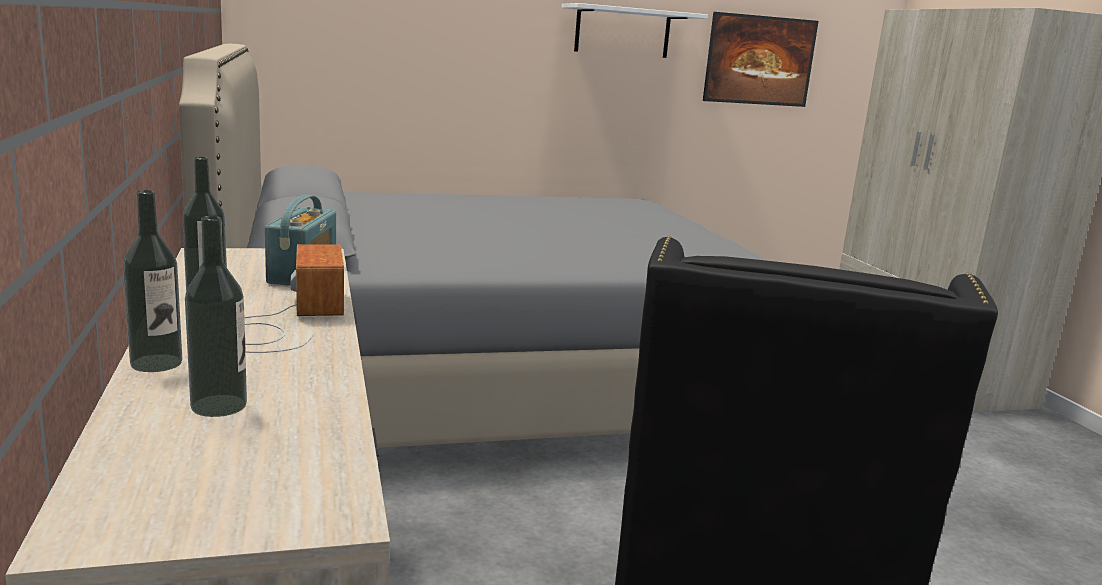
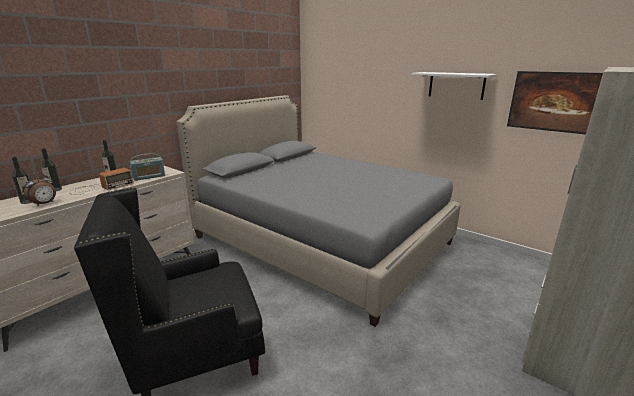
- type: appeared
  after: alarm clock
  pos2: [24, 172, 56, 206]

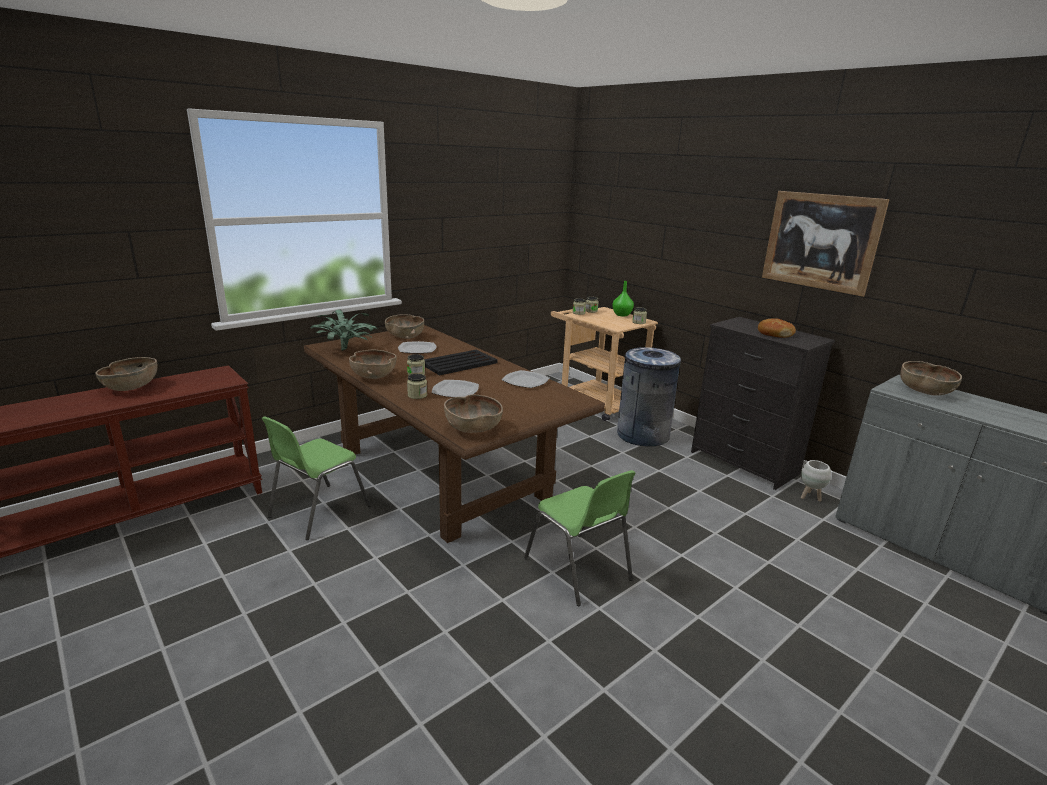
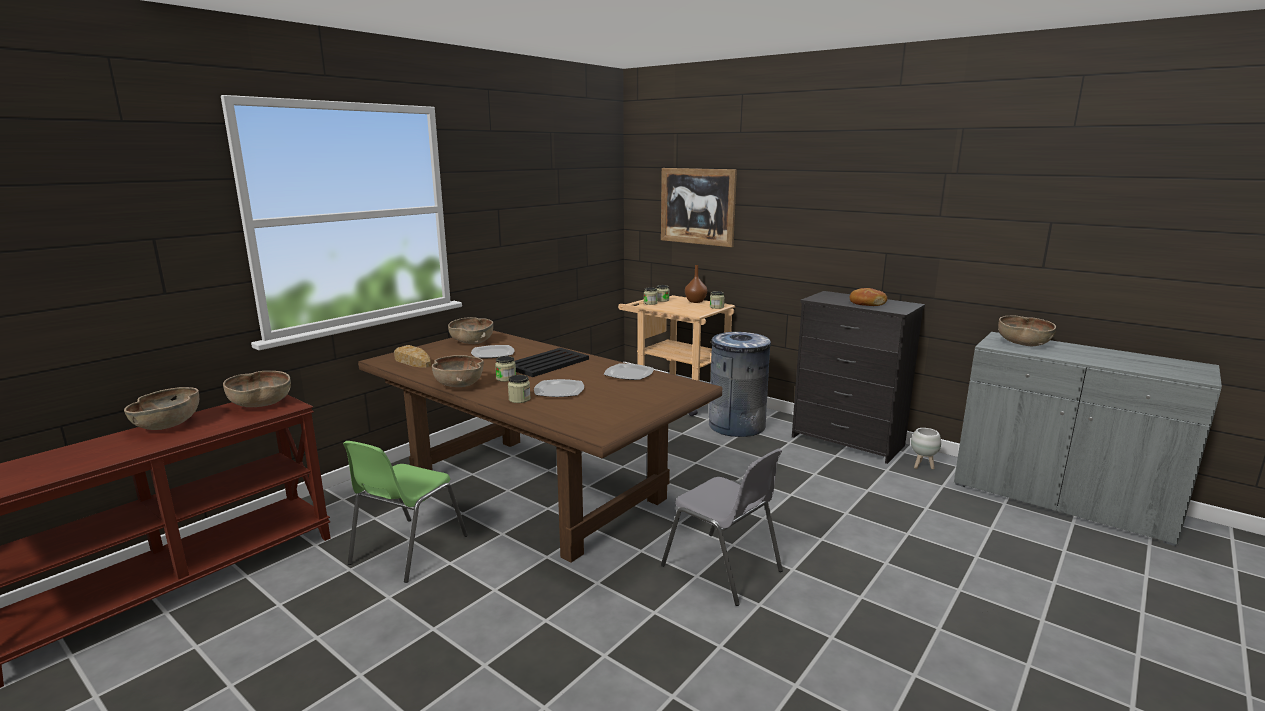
- type: relocated
  before: brown bowl
  pos1: [444, 395, 503, 433]
  pos2: [223, 371, 291, 407]
- type: relocated
  before: picture
  pos1: [762, 191, 890, 297]
  pos2: [661, 168, 737, 247]
- type: exchanged
  before: potted plant
  after: bread
  pos1: [310, 309, 378, 351]
  pos2: [394, 345, 431, 368]
- type: colour
  before: green chair
  after: grey chair
  pos1: [524, 470, 635, 606]
  pos2: [661, 449, 783, 606]
- type: colour
  before: green vase
  after: brown vase
  pos1: [612, 281, 634, 317]
  pos2: [685, 265, 707, 303]

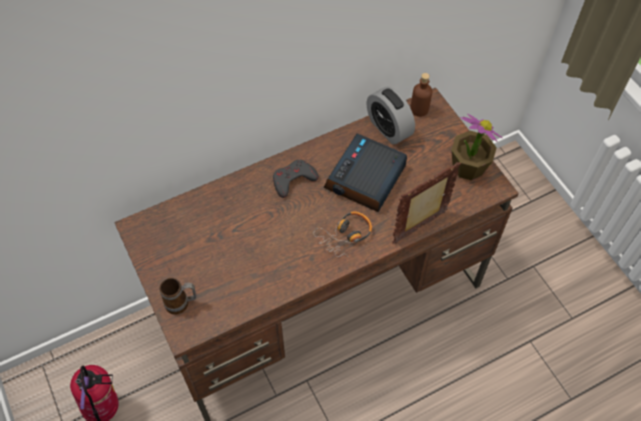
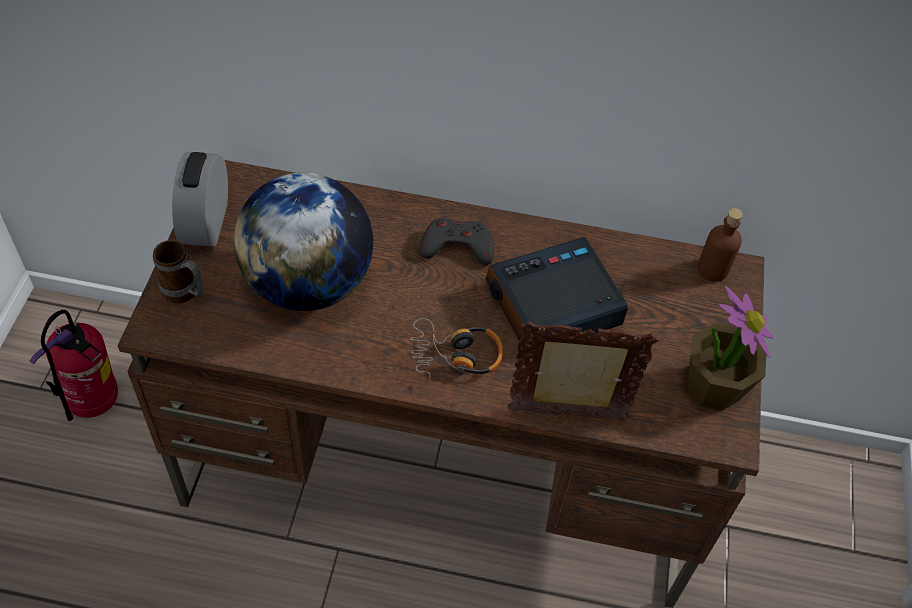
- type: appeared
  after: globe
  pos2: [234, 172, 373, 311]
- type: relocated
  before: alarm clock
  pos1: [367, 86, 415, 144]
  pos2: [172, 152, 228, 247]

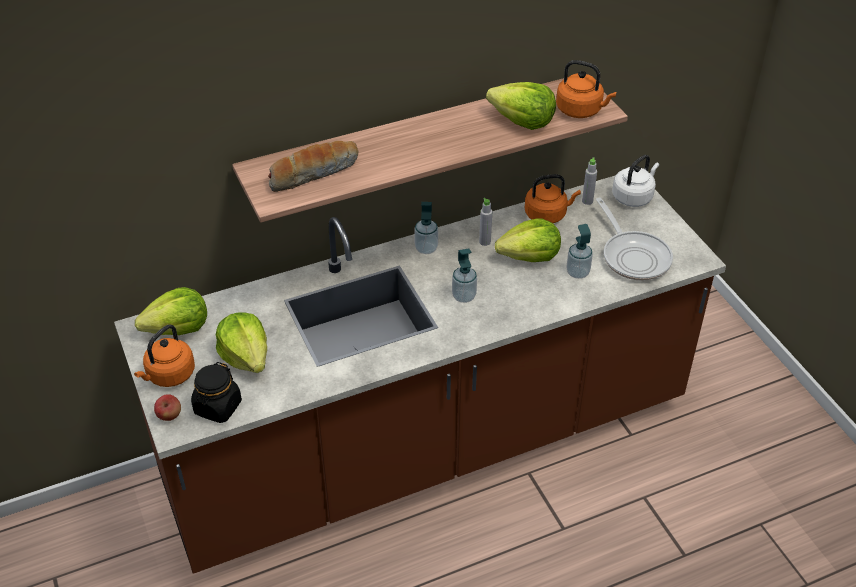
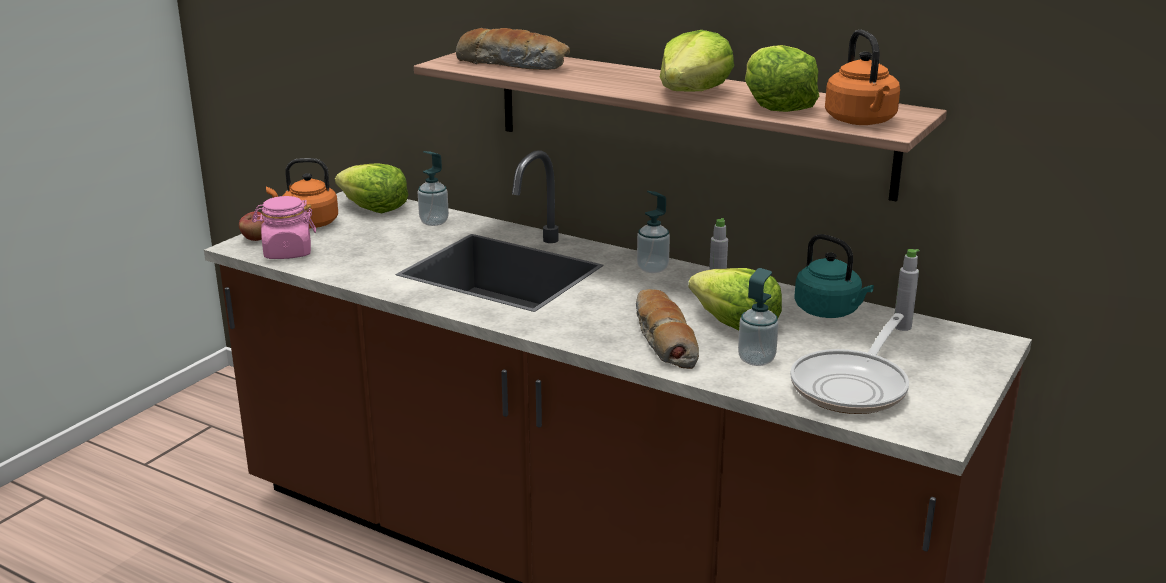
- type: missing
  before: white kettle
  pos1: [612, 155, 659, 207]
- type: appeared
  after: bread
  pos2: [636, 289, 699, 369]
- type: relocated
  before: lettuce
  pos1: [216, 312, 267, 373]
  pos2: [660, 30, 734, 92]
- type: relocated
  before: soap dispenser
  pos1: [452, 248, 477, 303]
  pos2: [418, 151, 449, 226]
- type: colour
  before: black jar
  after: pink jar
  pos1: [191, 362, 242, 423]
  pos2: [252, 196, 316, 259]
- type: colour
  before: orange kettle
  after: turquoise kettle
  pos1: [525, 174, 581, 223]
  pos2: [794, 234, 874, 318]

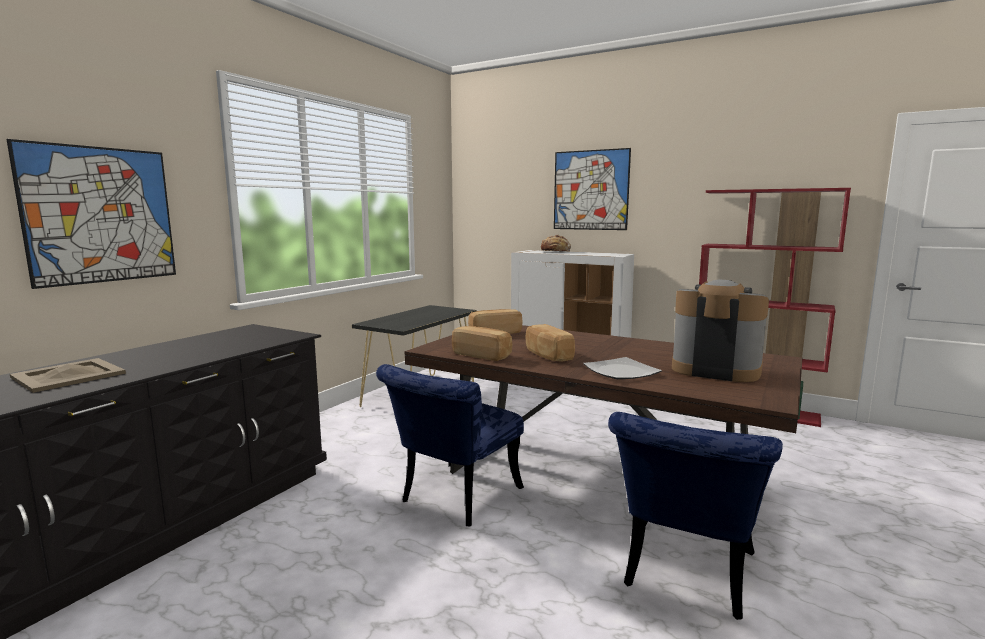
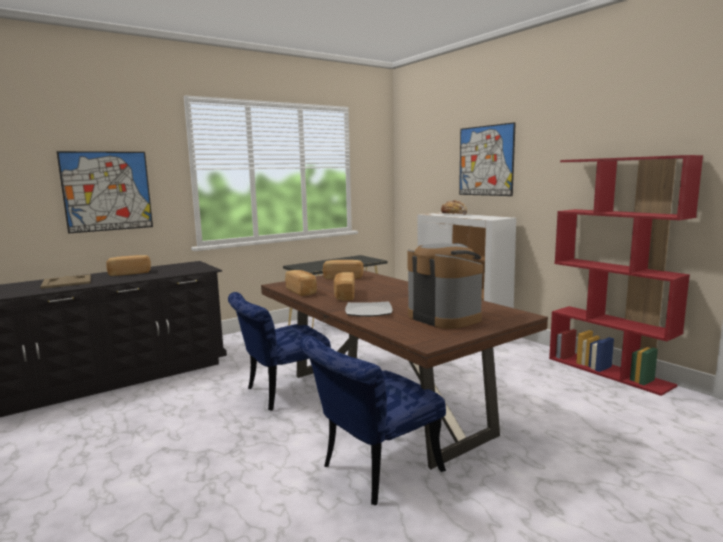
- type: appeared
  after: bread
  pos2: [107, 255, 151, 276]

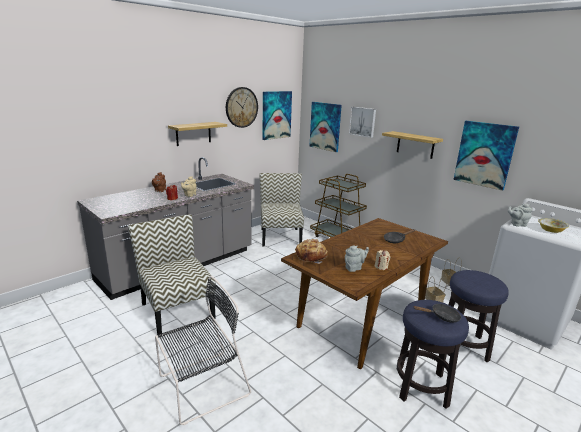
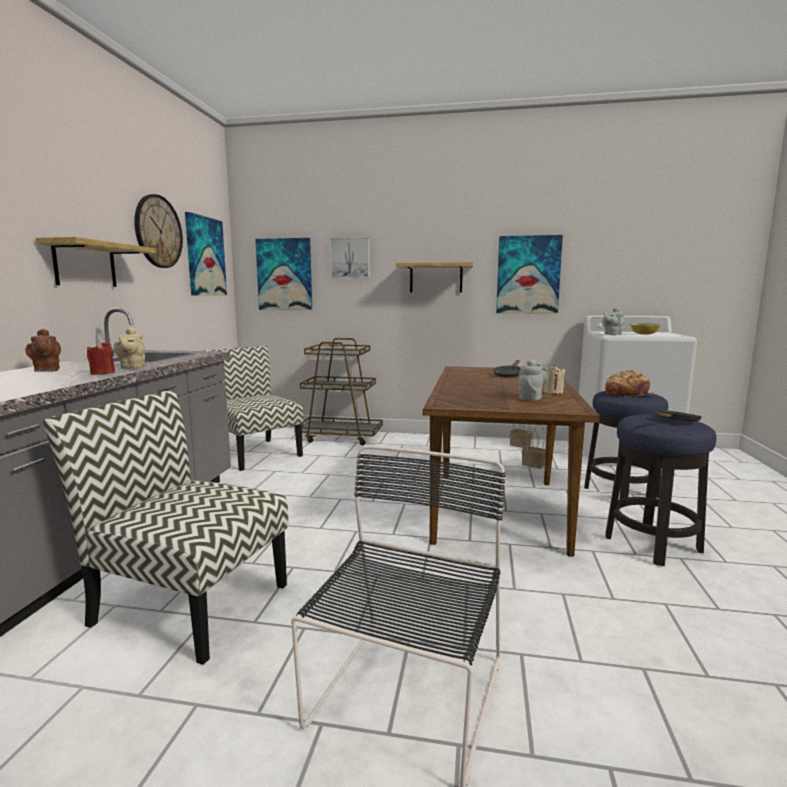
- type: relocated
  before: bread
  pos1: [295, 239, 328, 264]
  pos2: [605, 370, 655, 398]

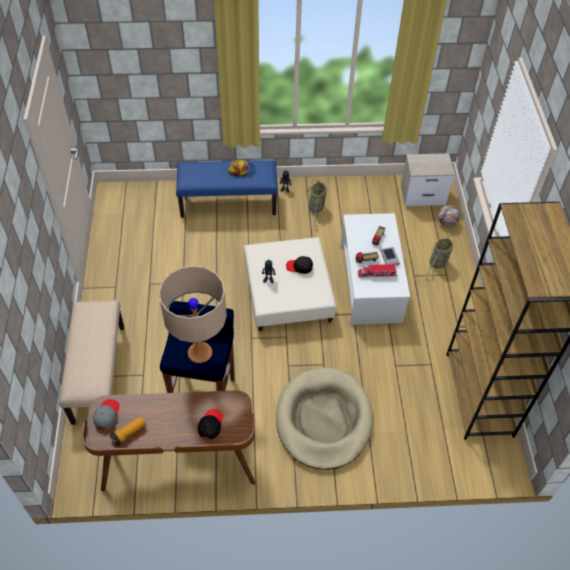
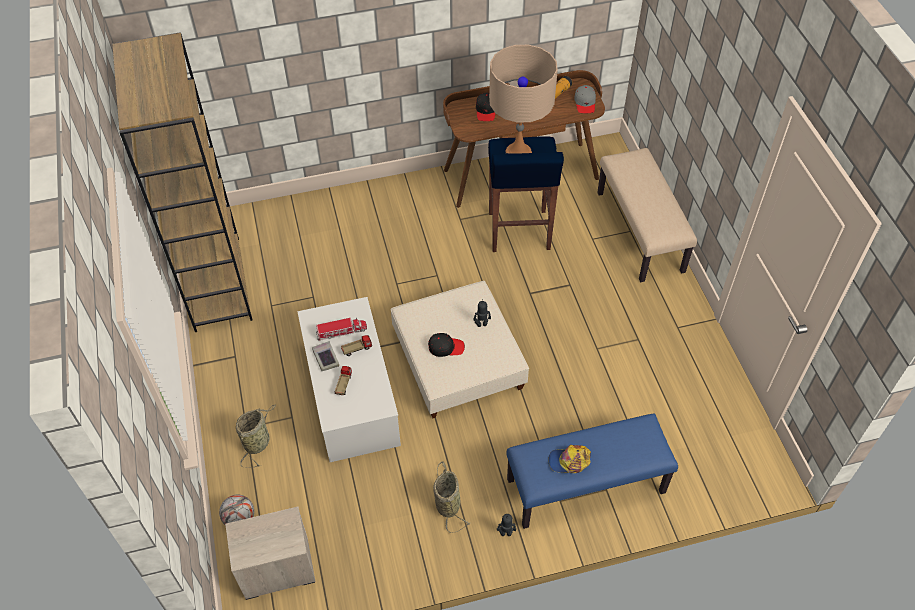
- type: missing
  before: beige dog bed
  pos1: [276, 368, 373, 470]

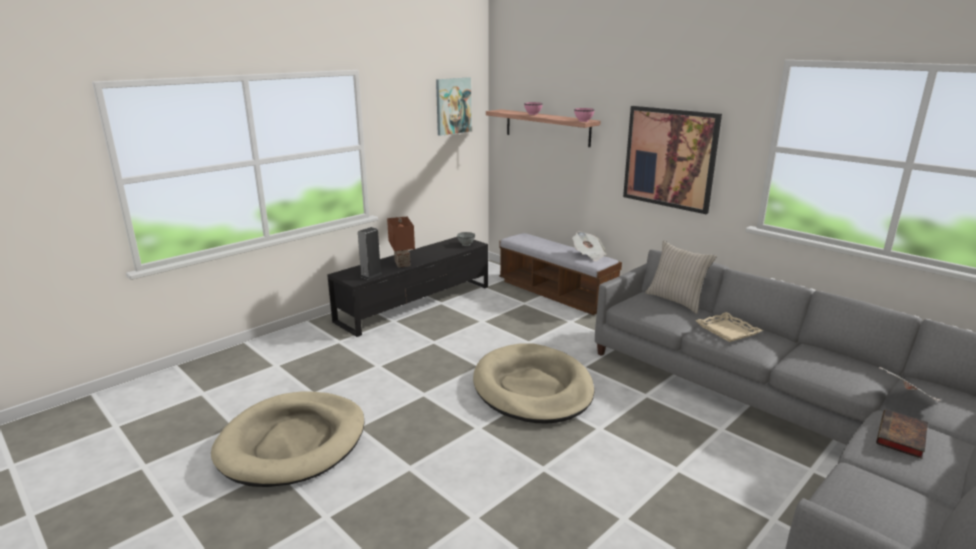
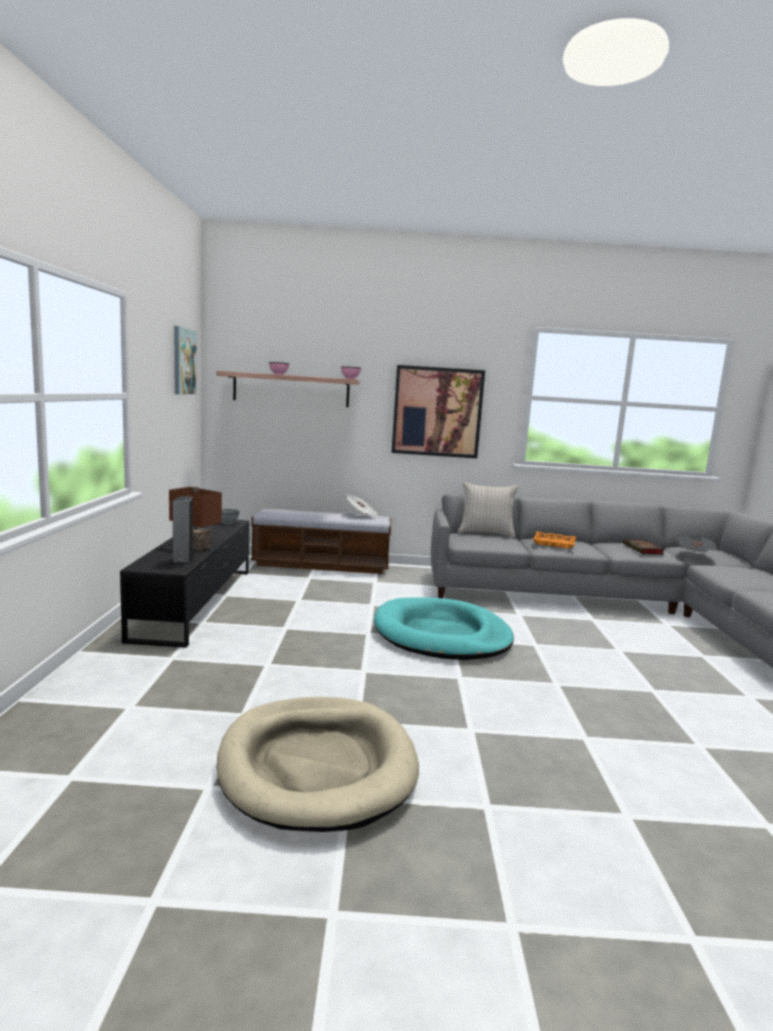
- type: relocated
  before: book
  pos1: [876, 409, 928, 459]
  pos2: [623, 539, 665, 555]
- type: colour
  before: beige dog bed
  after: turquoise dog bed
  pos1: [473, 343, 595, 424]
  pos2: [374, 598, 514, 660]
- type: colour
  before: beige tray
  after: orange tray
  pos1: [695, 312, 763, 342]
  pos2: [533, 531, 576, 549]

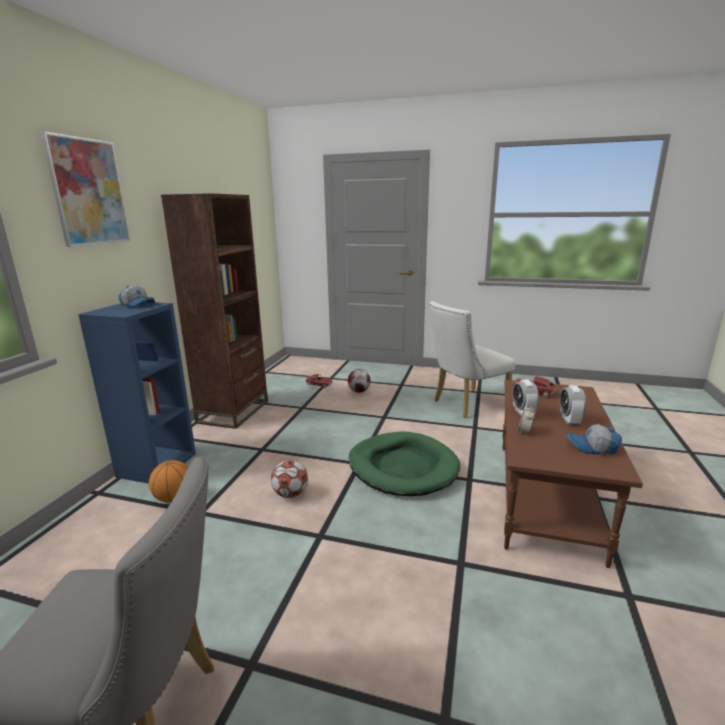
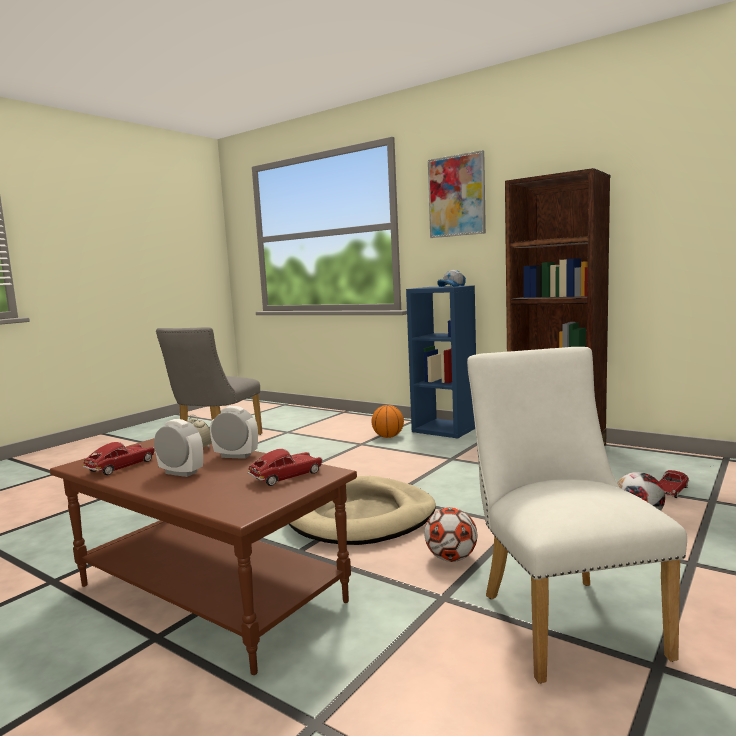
- type: relocated
  before: football
  pos1: [271, 460, 308, 498]
  pos2: [425, 507, 477, 562]
- type: exchanged
  before: cap
  after: toy car
  pos1: [567, 424, 622, 454]
  pos2: [83, 442, 155, 475]
- type: colour
  before: green dog bed
  after: beige dog bed
  pos1: [349, 432, 461, 496]
  pos2: [289, 476, 436, 545]

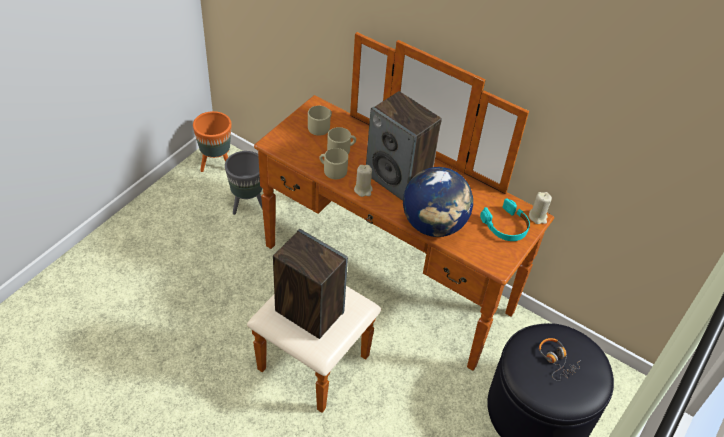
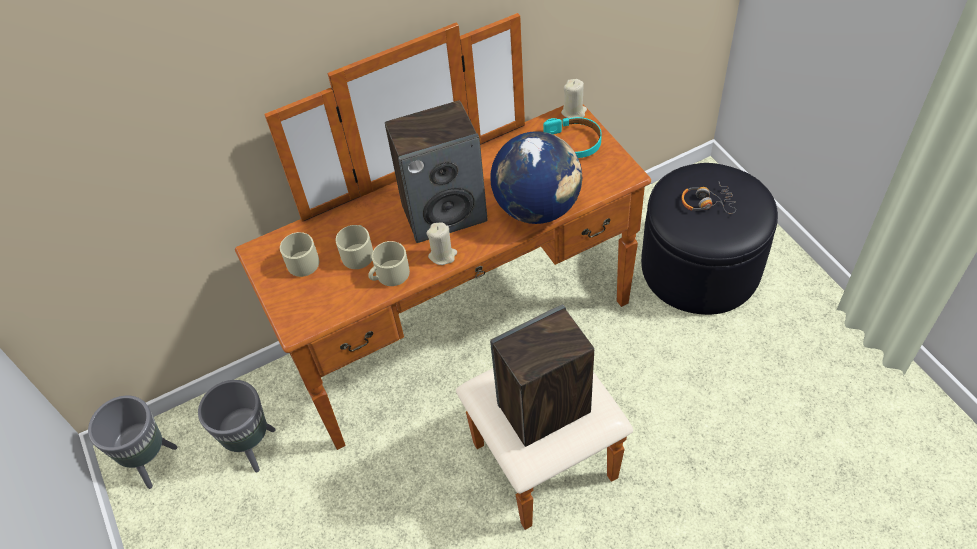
- type: colour
  before: orange planter
  after: grey planter
  pos1: [193, 111, 231, 172]
  pos2: [88, 396, 177, 489]

